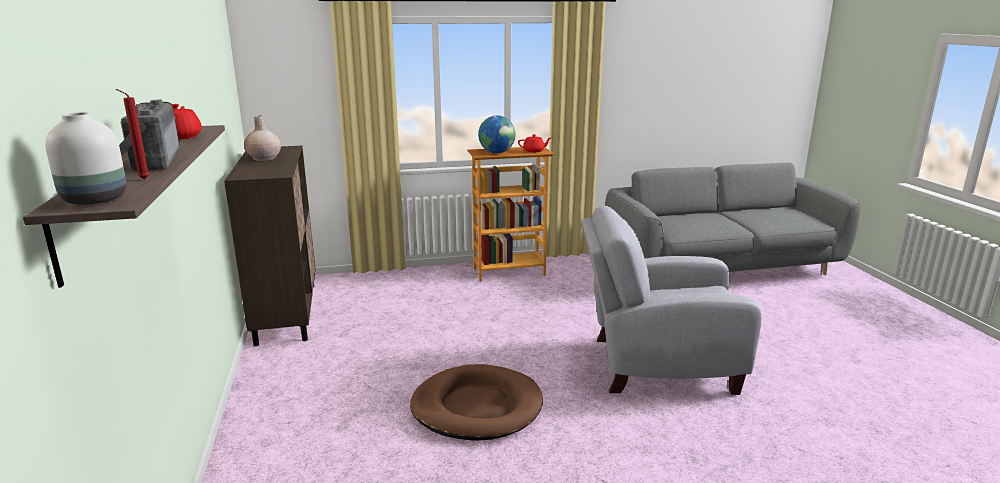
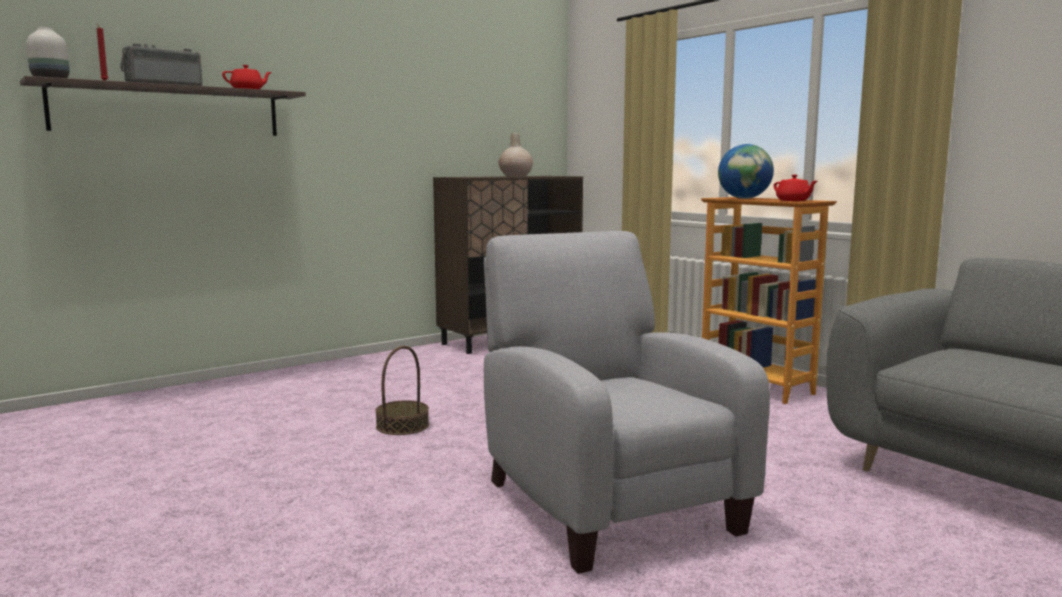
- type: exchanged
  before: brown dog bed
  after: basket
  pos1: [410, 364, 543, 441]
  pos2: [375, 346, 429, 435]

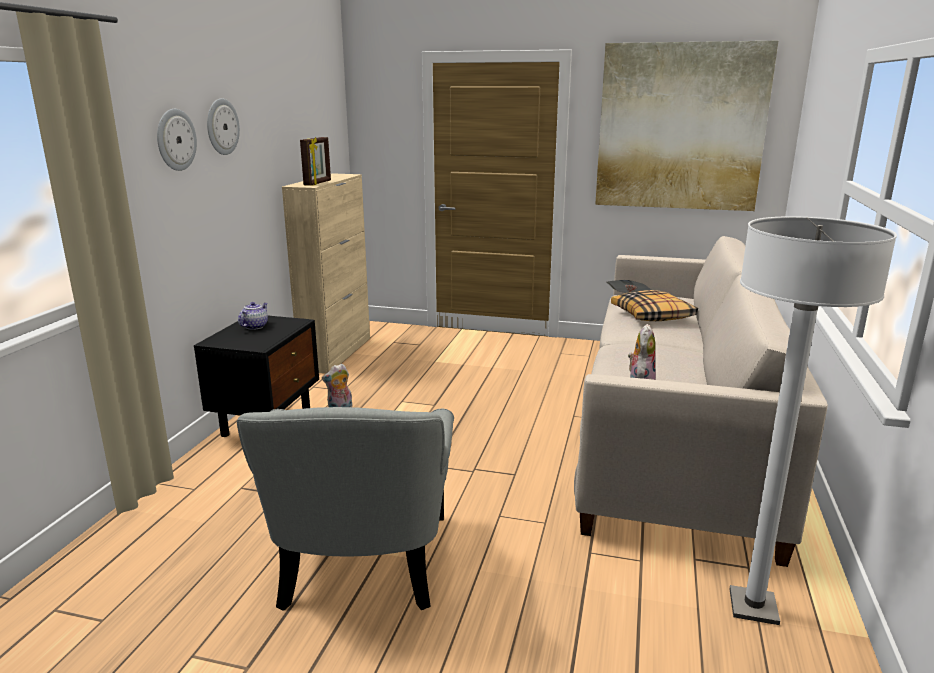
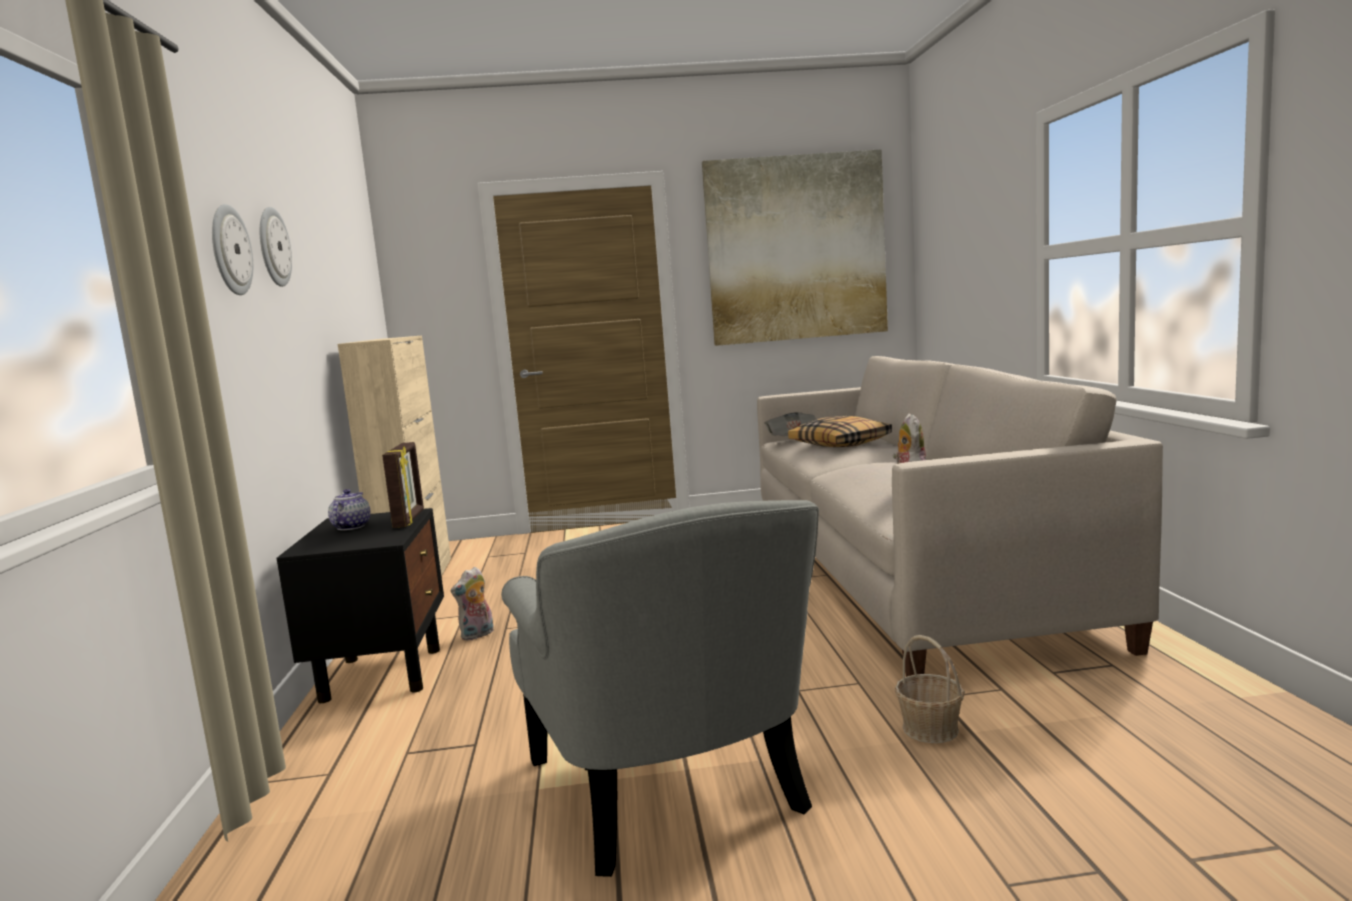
- type: missing
  before: white floor lamp
  pos1: [730, 216, 897, 625]
- type: appeared
  after: basket
  pos2: [895, 635, 965, 743]
- type: relocated
  before: picture frame
  pos1: [300, 137, 331, 186]
  pos2: [382, 442, 424, 528]

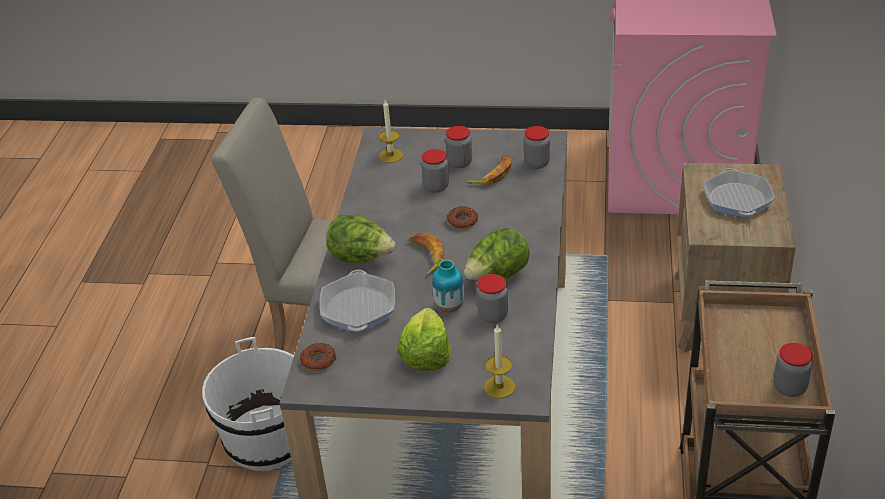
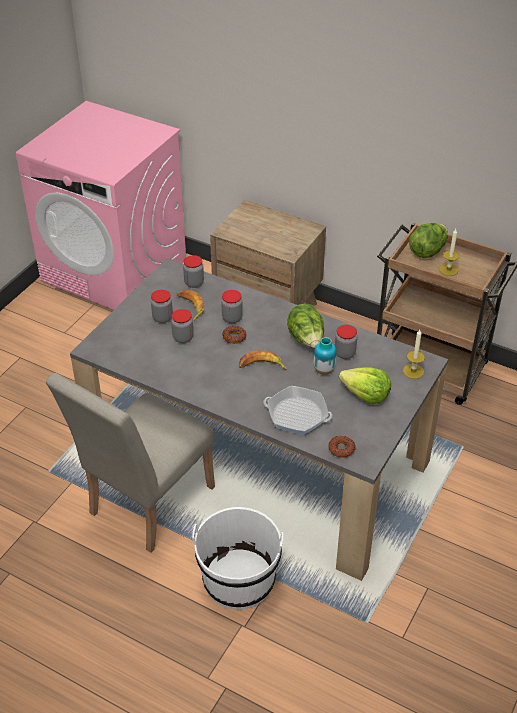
- type: missing
  before: frying pan
  pos1: [704, 168, 775, 218]
- type: relocated
  before: lettuce
  pos1: [326, 215, 396, 263]
  pos2: [409, 223, 448, 258]
- type: relocated
  before: candle
  pos1: [379, 100, 403, 163]
  pos2: [439, 229, 460, 276]
- type: relocated
  before: jar
  pos1: [774, 343, 813, 397]
  pos2: [221, 290, 243, 323]

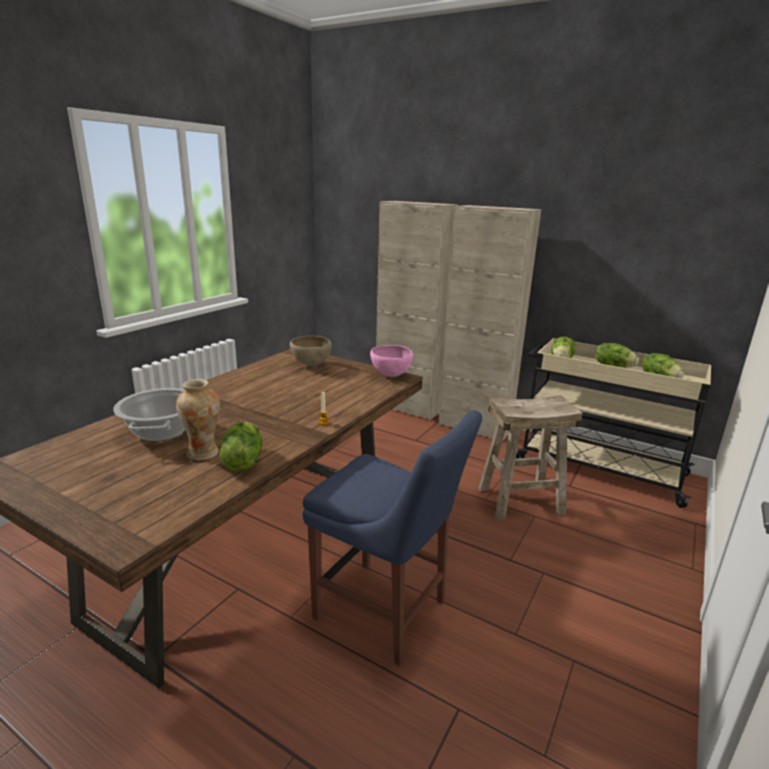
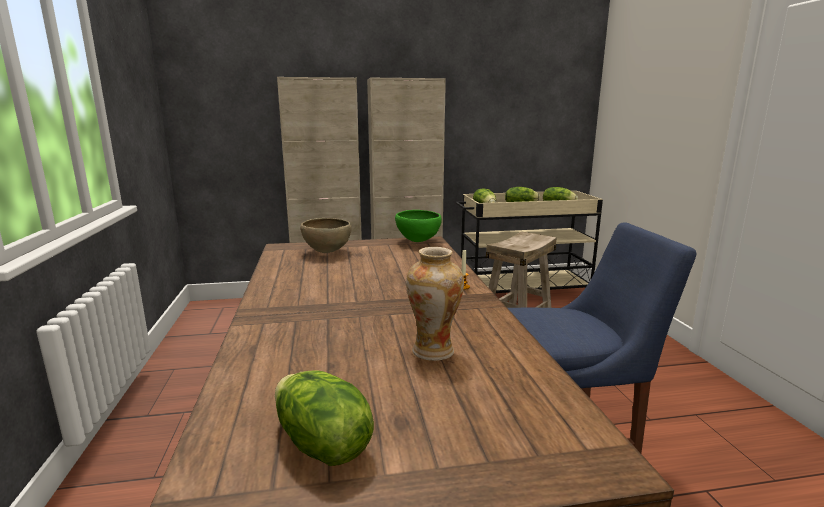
- type: missing
  before: cooking pot
  pos1: [113, 388, 185, 441]
- type: relocated
  before: lettuce
  pos1: [220, 422, 262, 471]
  pos2: [275, 370, 374, 466]
- type: colour
  before: pink bowl
  after: green bowl
  pos1: [370, 345, 413, 377]
  pos2: [395, 210, 442, 242]

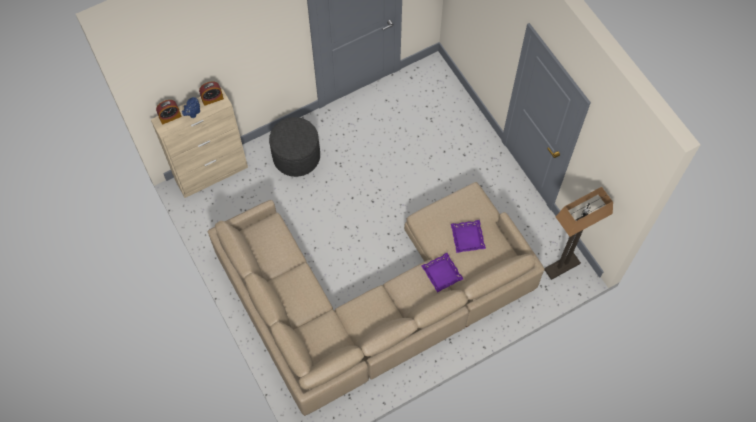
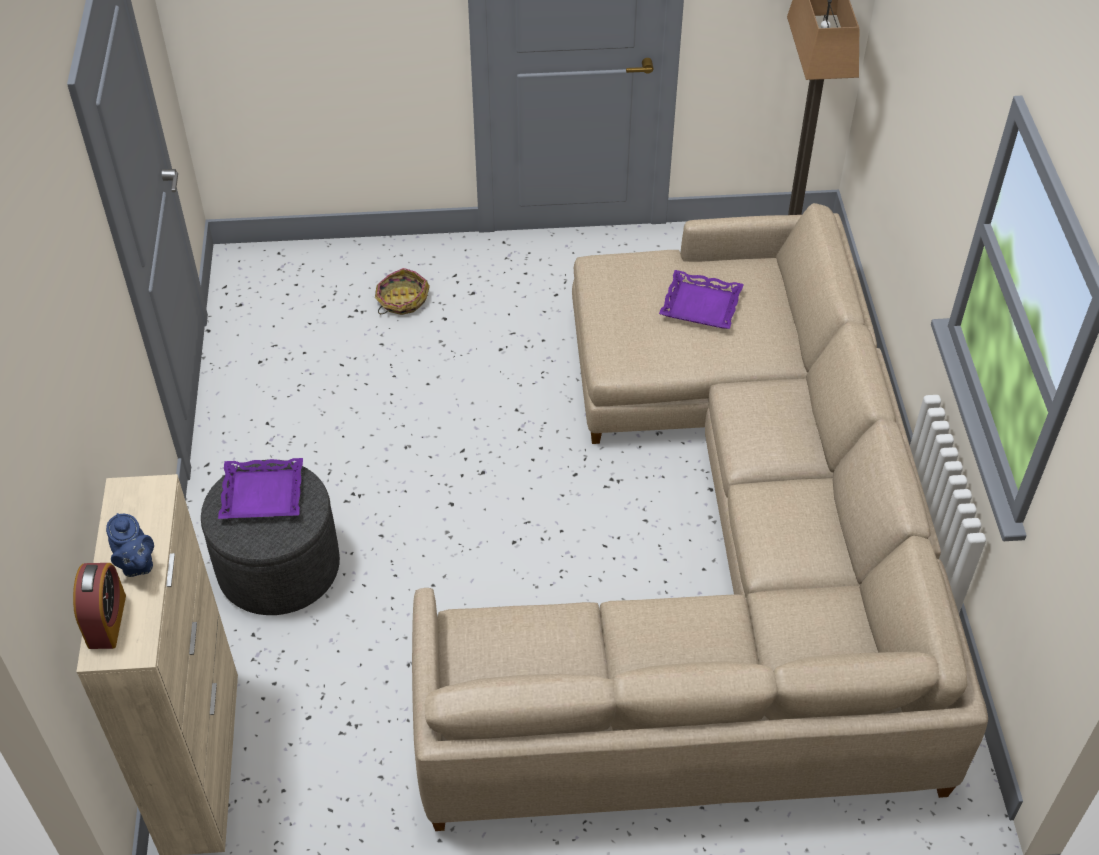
- type: missing
  before: alarm clock
  pos1: [199, 81, 224, 106]
- type: appeared
  after: basket
  pos2: [375, 268, 430, 315]
- type: relocated
  before: purple tray
  pos1: [422, 253, 463, 293]
  pos2: [218, 458, 303, 519]

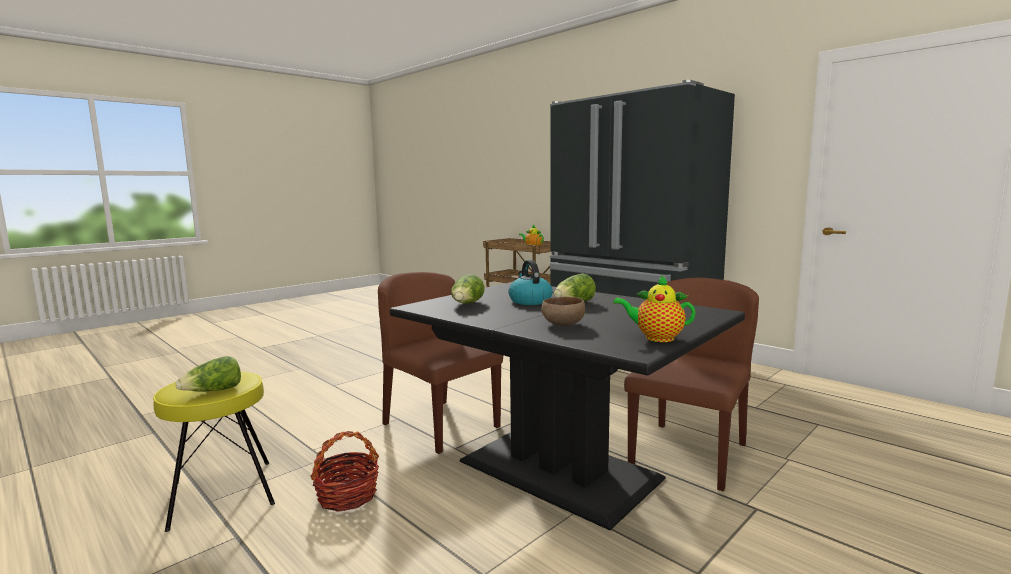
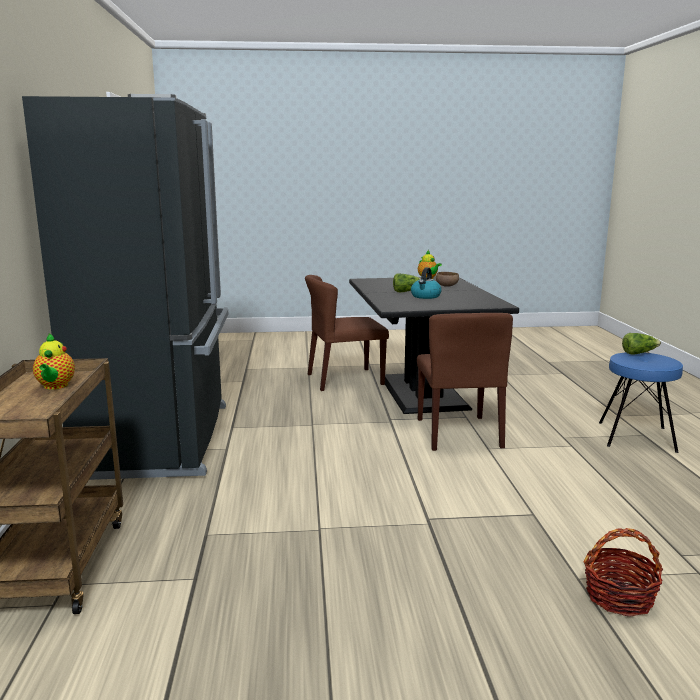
- type: missing
  before: lettuce
  pos1: [451, 274, 484, 304]
- type: relocated
  before: basket
  pos1: [310, 431, 379, 511]
  pos2: [584, 528, 663, 617]
- type: colour
  before: yellow stool
  after: blue stool
  pos1: [153, 371, 275, 532]
  pos2: [599, 352, 683, 453]

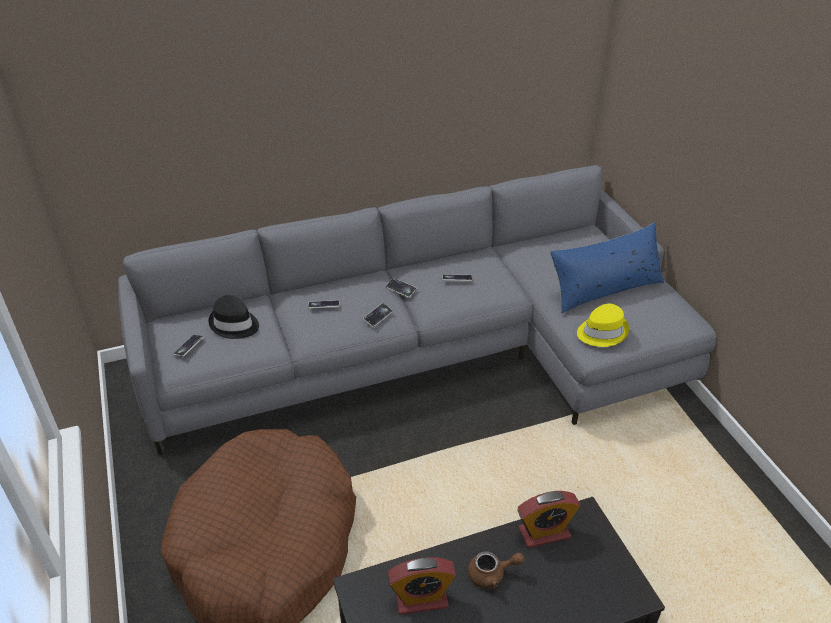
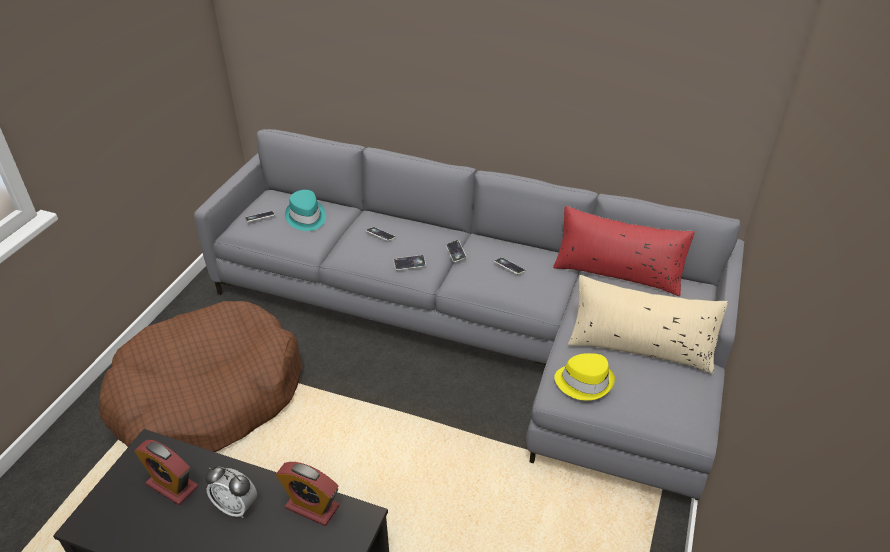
- type: appeared
  after: red pillow
  pos2: [553, 206, 695, 296]
- type: exchanged
  before: brown teapot
  after: alarm clock
  pos1: [468, 551, 524, 589]
  pos2: [205, 466, 257, 518]
- type: colour
  before: black hat
  after: turquoise hat
  pos1: [209, 295, 259, 339]
  pos2: [285, 190, 326, 231]
- type: colour
  before: blue pillow
  after: beige pillow
  pos1: [550, 223, 664, 313]
  pos2: [568, 275, 728, 374]

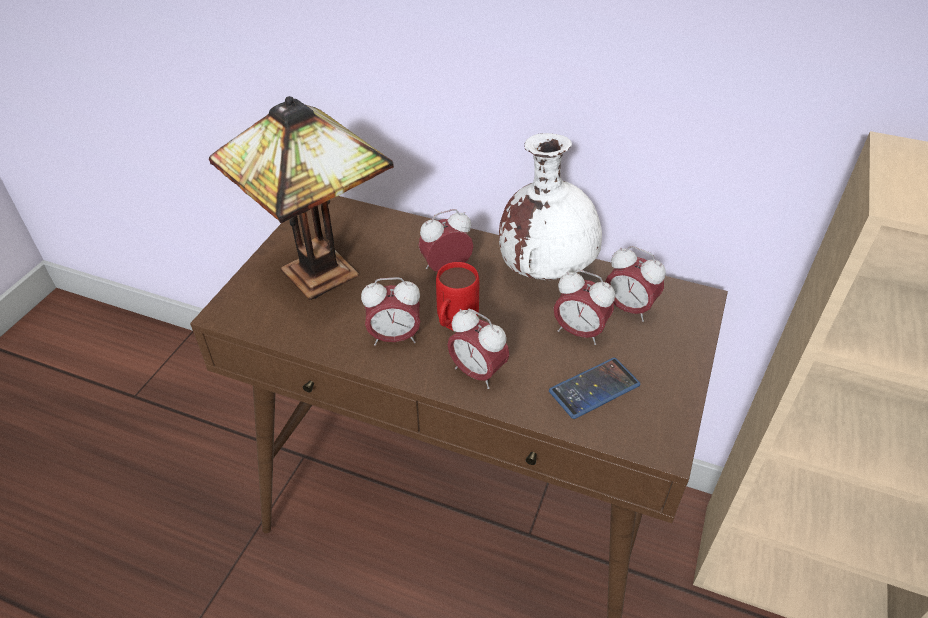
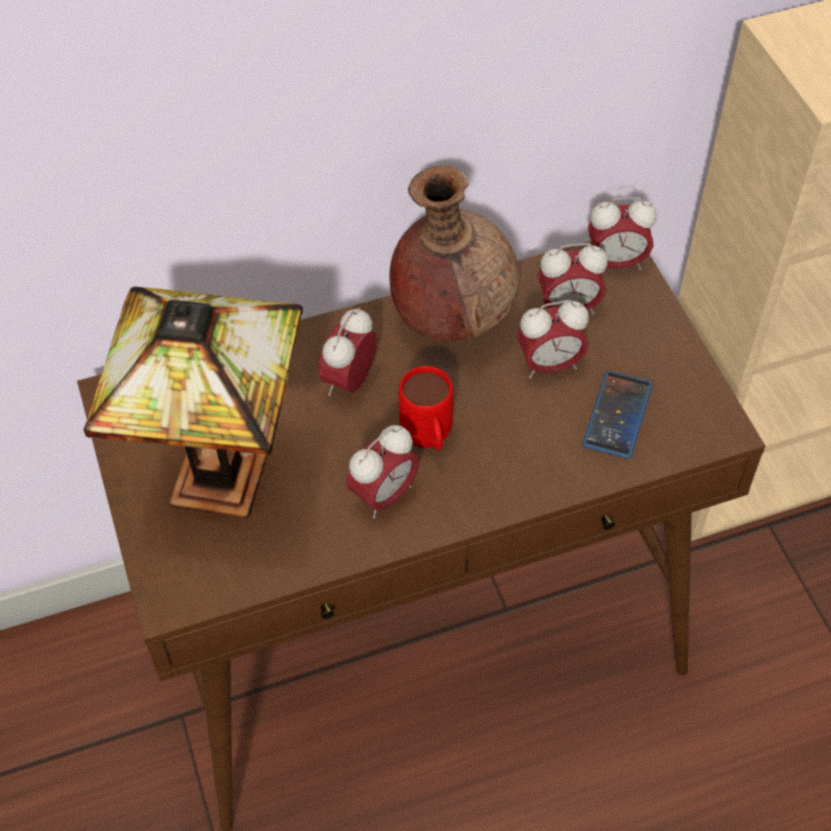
- type: relocated
  before: alarm clock
  pos1: [447, 309, 509, 389]
  pos2: [588, 197, 657, 270]
- type: colour
  before: white vase
  after: brown vase
  pos1: [499, 133, 602, 280]
  pos2: [389, 166, 519, 341]

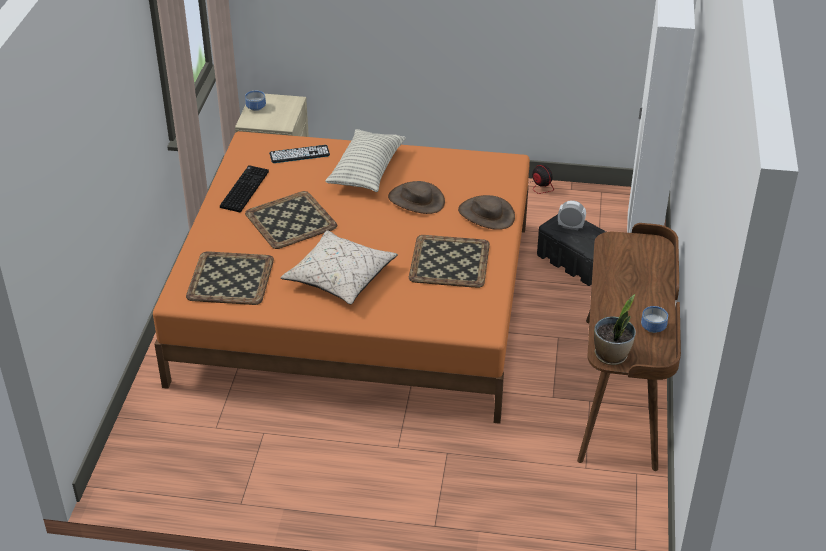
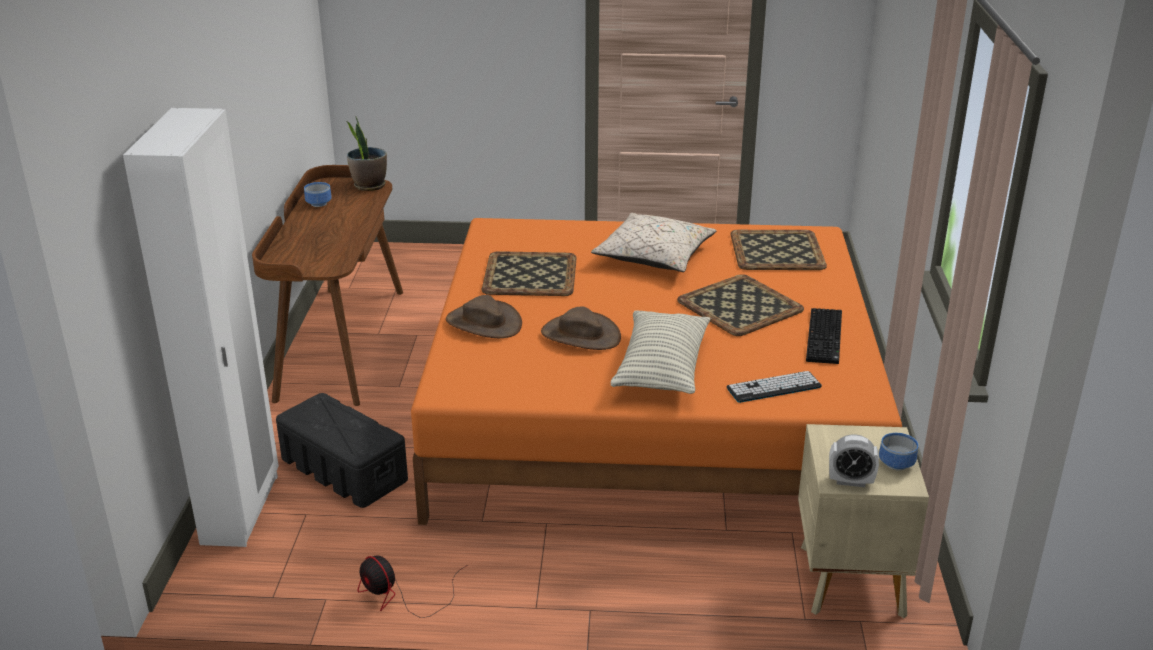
- type: relocated
  before: alarm clock
  pos1: [558, 200, 586, 230]
  pos2: [829, 434, 879, 487]

